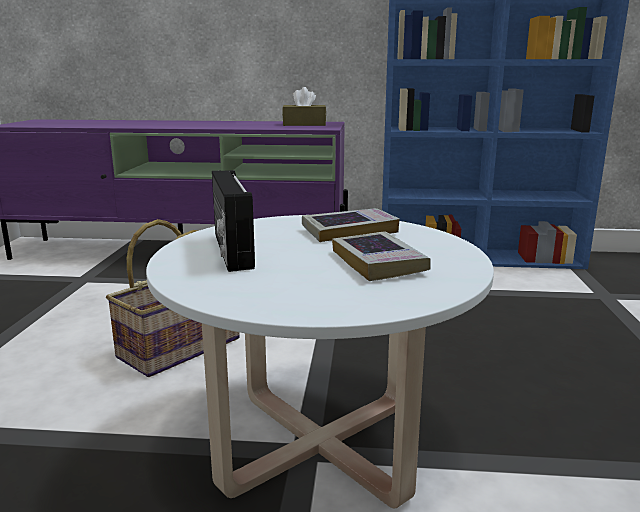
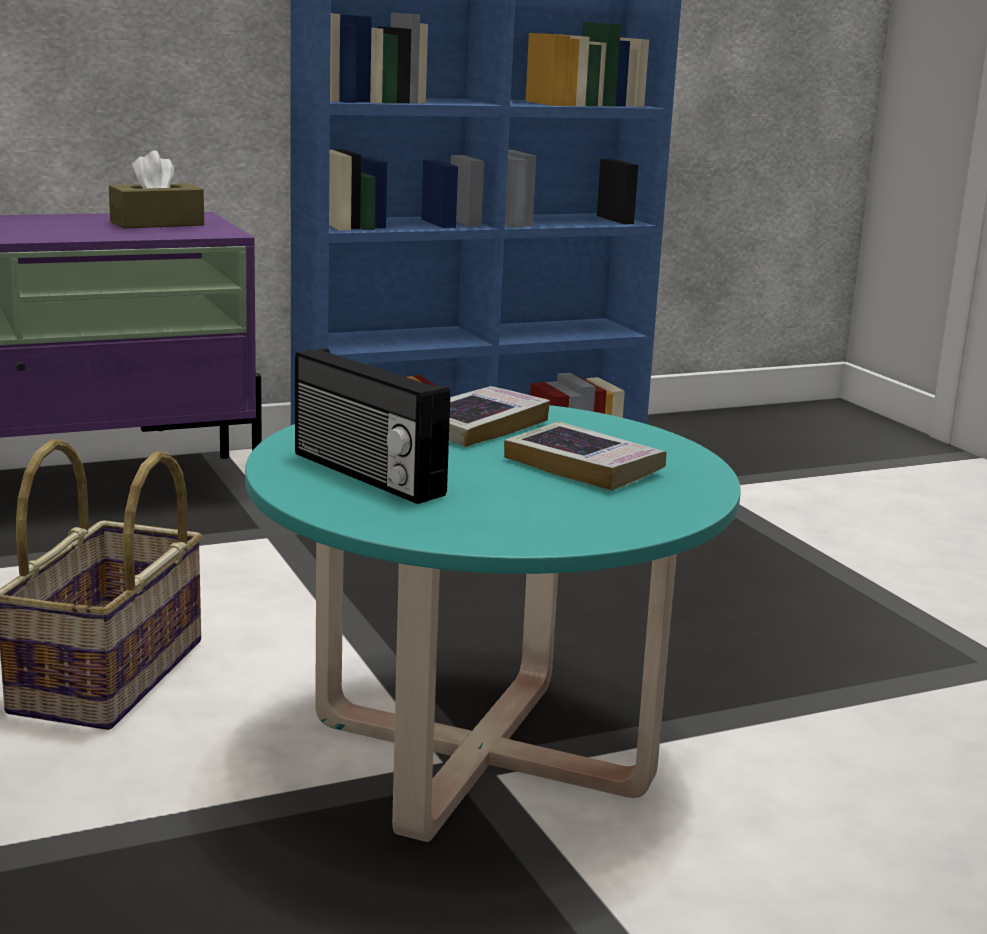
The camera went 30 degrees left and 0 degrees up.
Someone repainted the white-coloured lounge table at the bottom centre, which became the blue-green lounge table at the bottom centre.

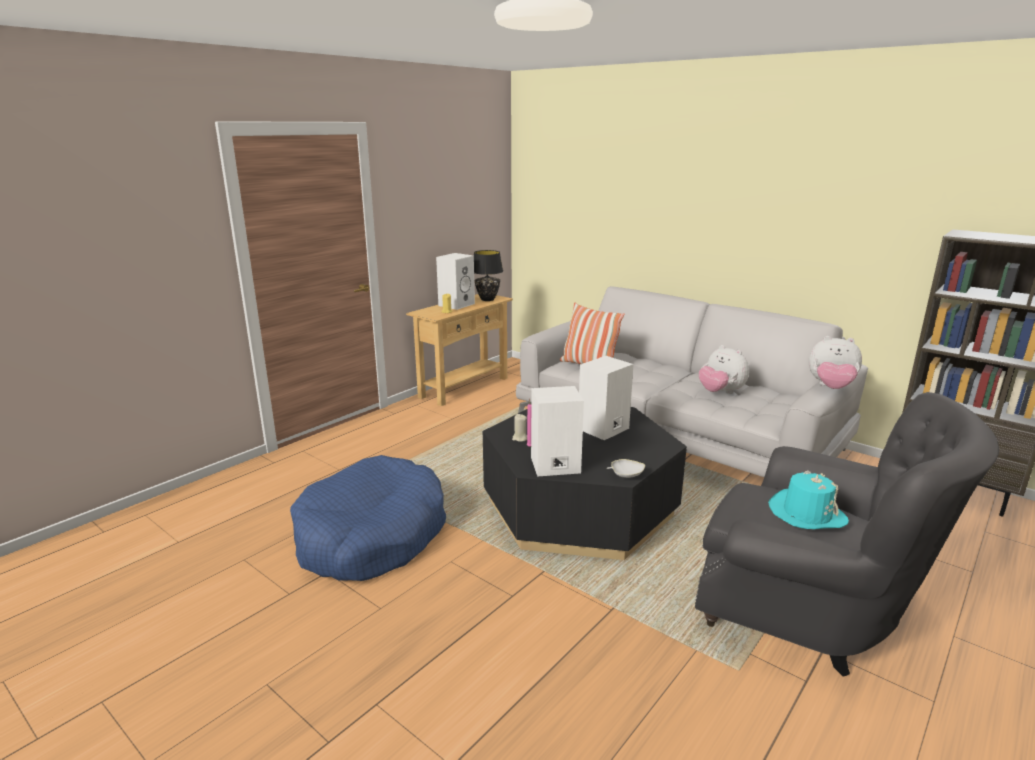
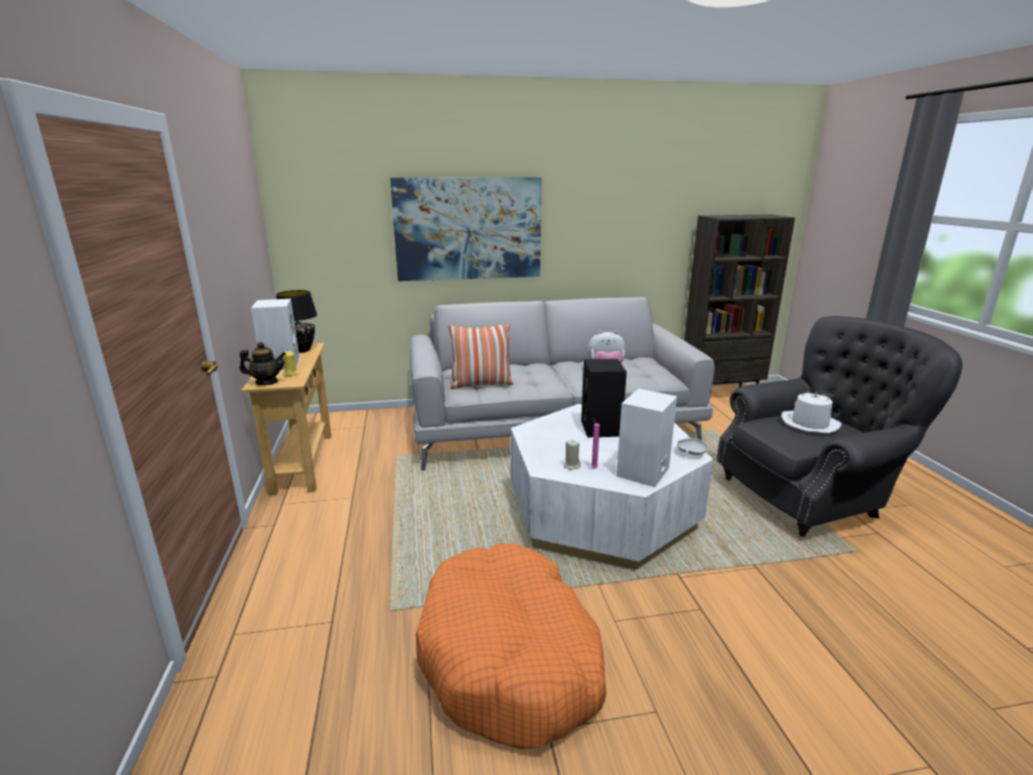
The camera went 50 degrees left and 0 degrees up.
Someone put down the tea pot at the middle left.
Someone put up the wall picture at the top centre.
Someone repainted the blue dog bed at the bottom centre, which became the orange dog bed at the bottom centre.
Someone repainted the black-coloured lounge table at the centre, which became the white-coloured lounge table at the centre.
Someone repainted the white-coloured audio speaker (no. 3 from left) at the centre, which became the black-coloured audio speaker at the centre.
Someone repainted the blue-green hat at the middle right, which became the white-coloured hat at the middle right.
Someone took away the cuddly toy (no. 2 from left) at the middle right.

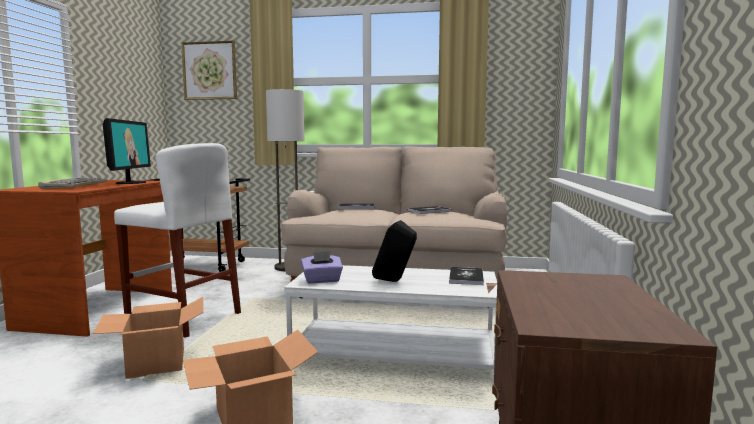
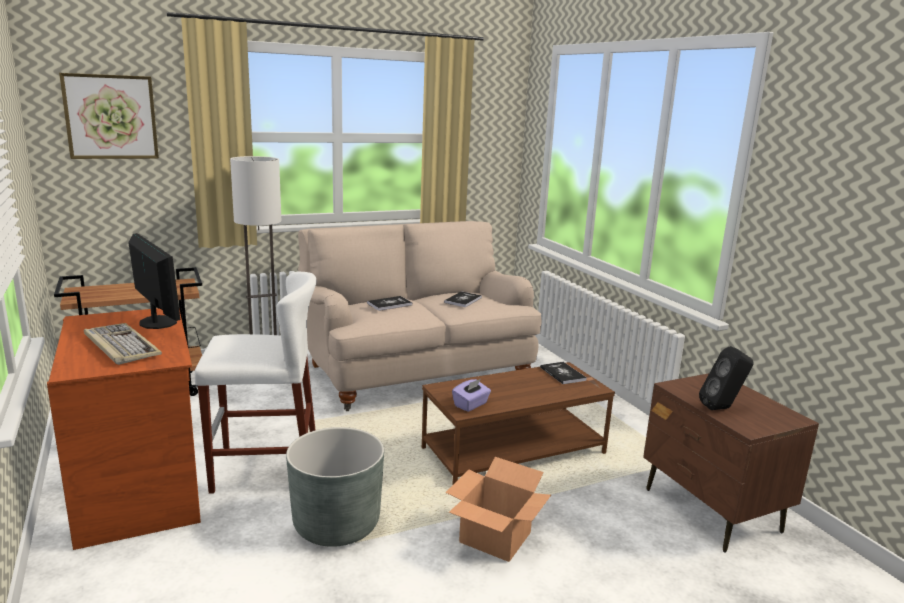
The camera went 35 degrees left and 10 degrees up.
Someone swapped the carton (no. 1 from left) at the bottom left for the gray planter at the bottom centre.
Someone repainted the white-coloured lounge table at the bottom centre, which became the brown lounge table at the bottom centre.
Someone carried the black-coloured audio speaker from the centre to the middle right.

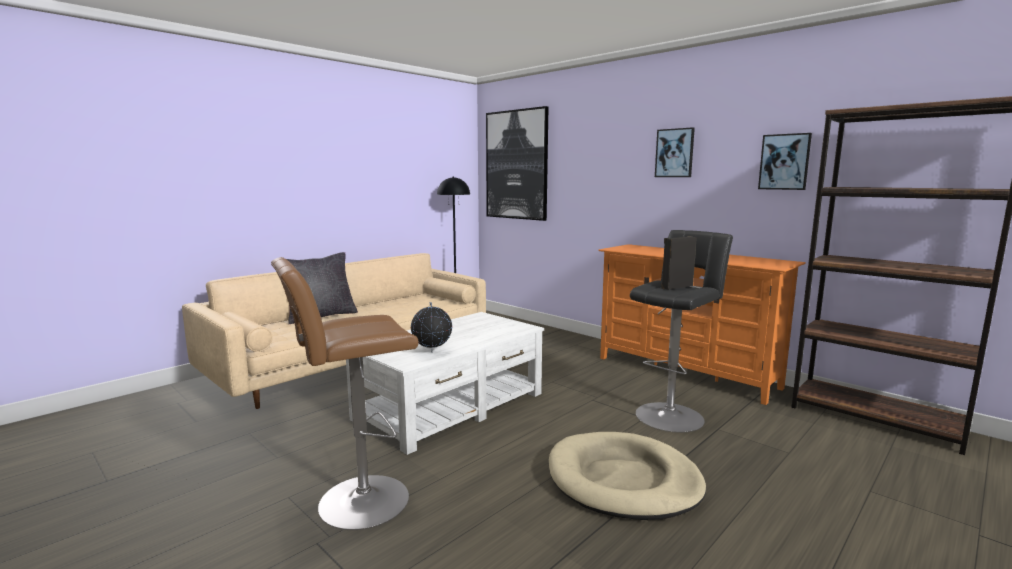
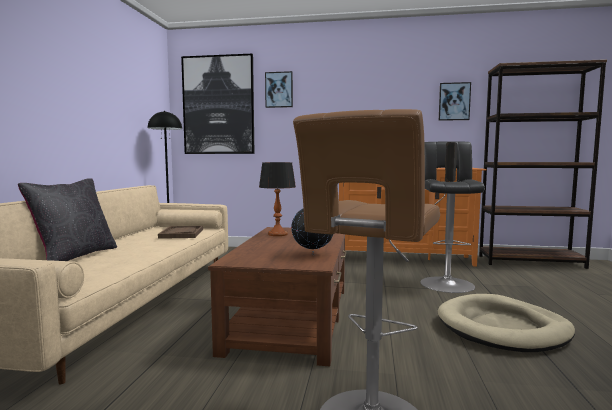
The camera went 35 degrees left and 5 degrees down.
Someone put down the brown tray at the middle left.
Someone repainted the white-coloured lounge table at the bottom centre, which became the brown lounge table at the bottom centre.
Someone put down the lamp for a table at the centre.
Someone carried the wall picture (no. 2 from left) from the top right to the top centre.

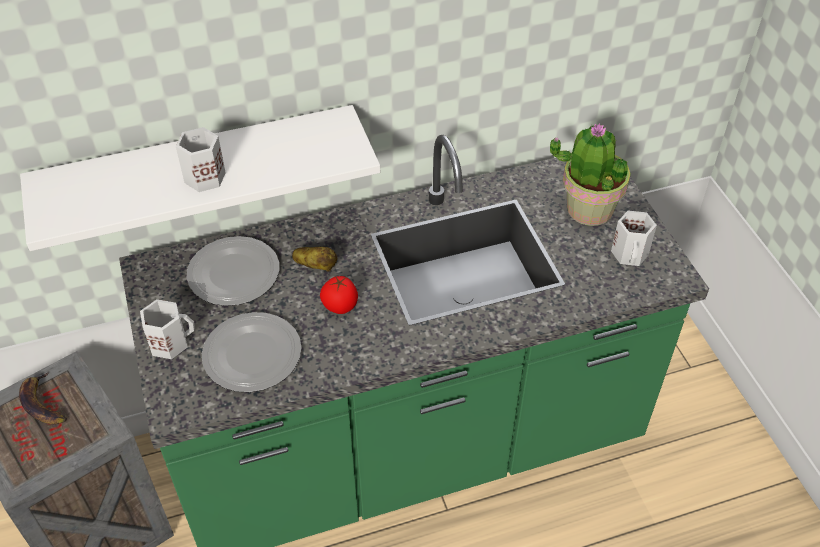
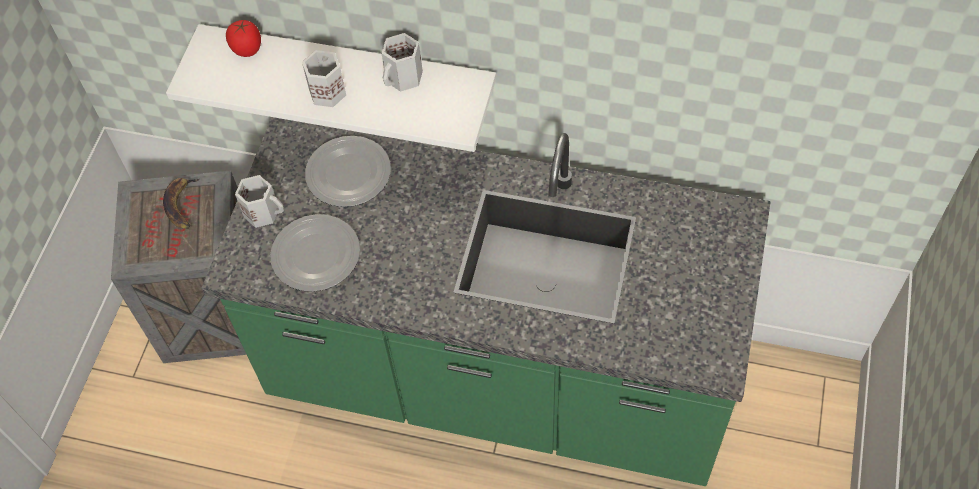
The camera went 35 degrees right and 10 degrees up.
Someone carried the fresh tomato from the centre to the top left.
Someone carried the white-coloured mug (no. 3 from left) from the middle right to the top centre.
Someone took away the potato at the centre.
Someone took away the plant in a pot at the top right.

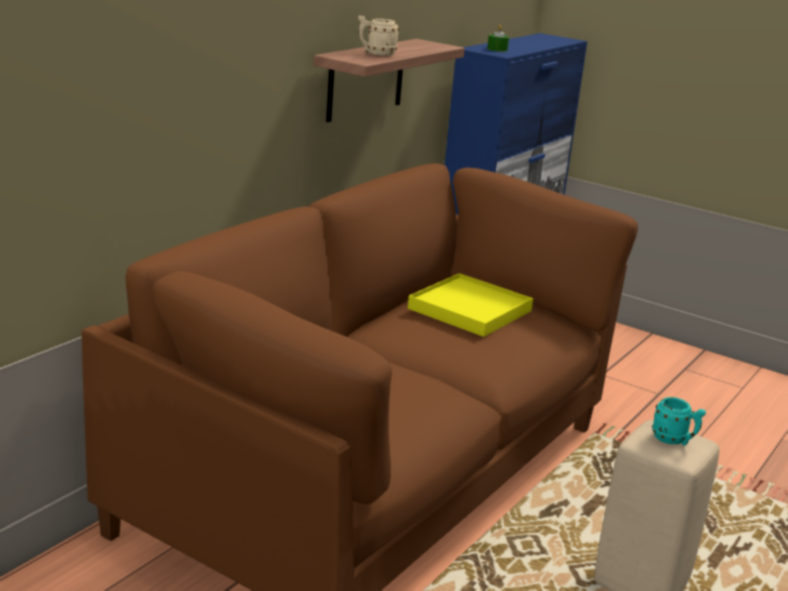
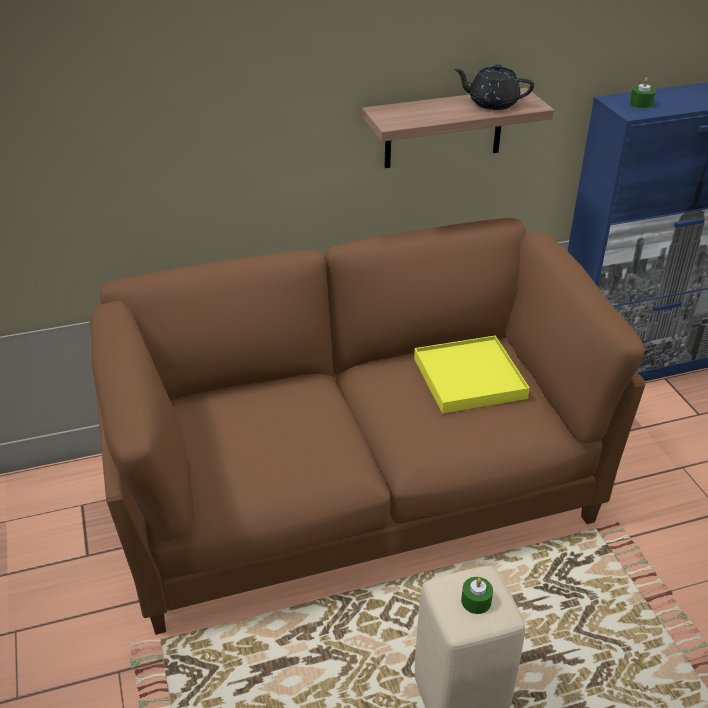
The camera went 40 degrees right and 15 degrees up.
Someone put down the black-coloured tea pot at the top right.
Someone swapped the blue-green mug at the bottom right for the green-coloured candle (no. 1 from left) at the bottom right.
Someone took away the beige-coloured mug at the top centre.

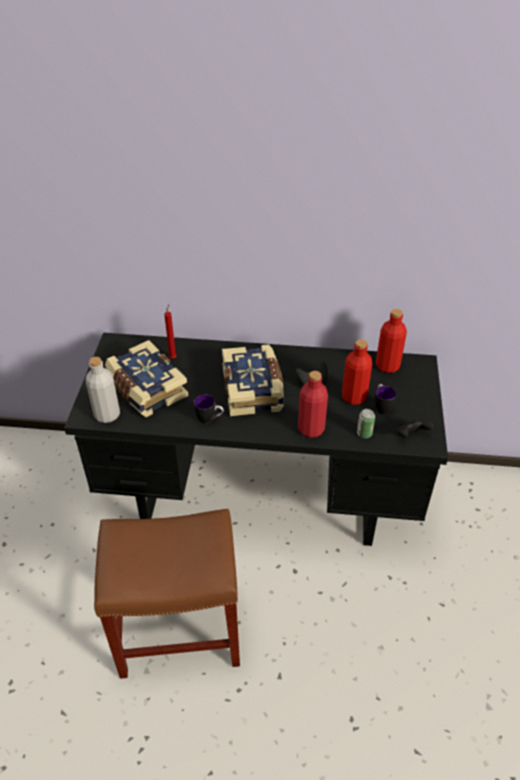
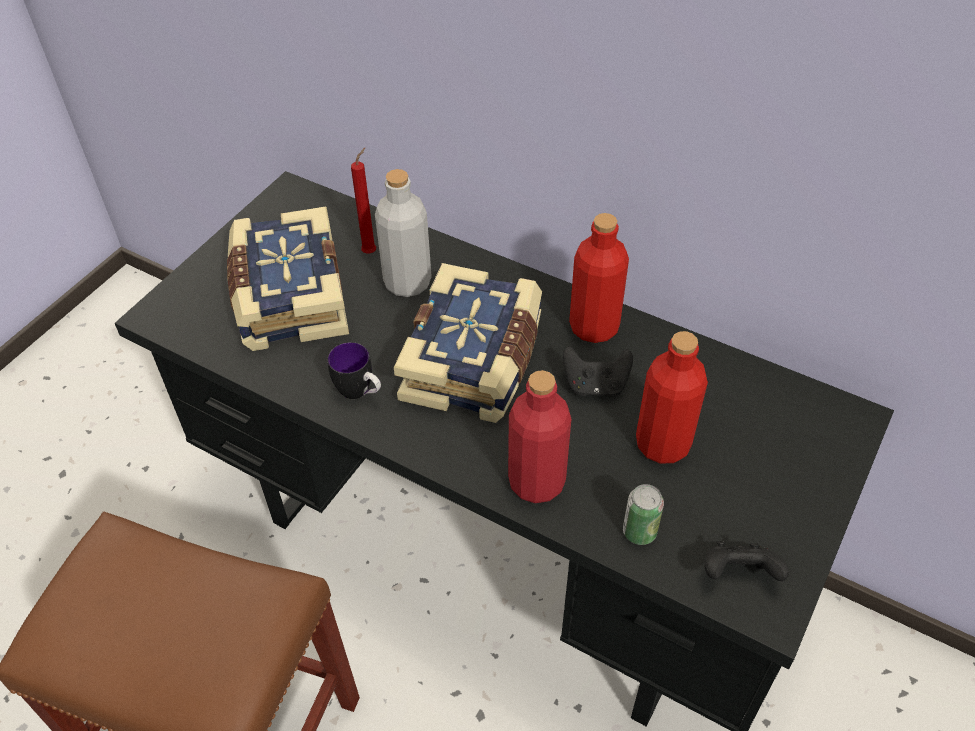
The camera went 25 degrees right and 5 degrees up.
Someone carried the gray bottle from the middle left to the top centre.
Someone carried the red-coloured bottle (no. 3 from left in the first image) from the middle right to the centre.
Someone took away the mug (no. 2 from left) at the middle right.

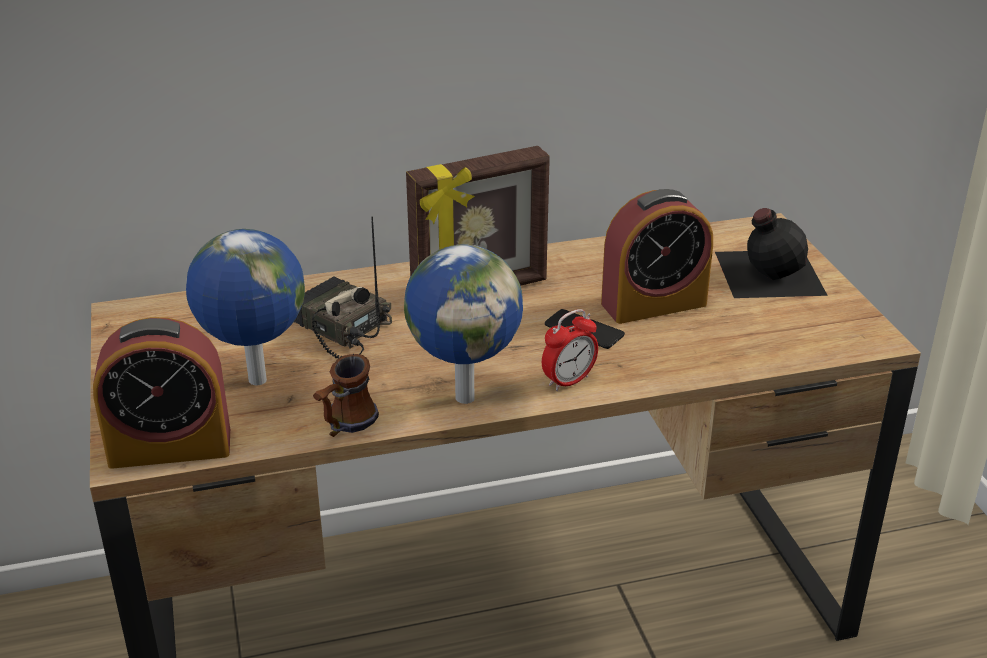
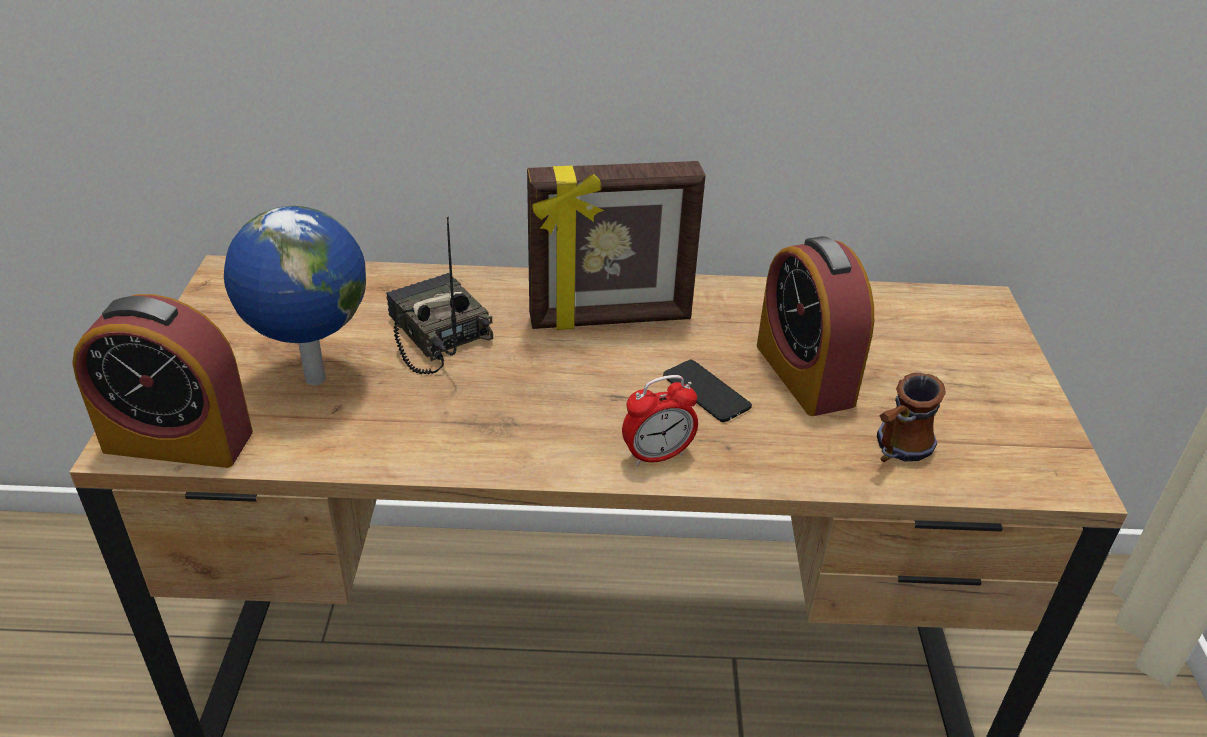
The camera went 15 degrees right and 5 degrees up.
Someone rotated the table clock (no. 3 from left) at the centre by 75 degrees clockwise.
Someone carried the mug from the centre to the middle right.
Someone took away the desk globe (no. 2 from left) at the centre.
Someone took away the black-coloured bottle at the middle right.

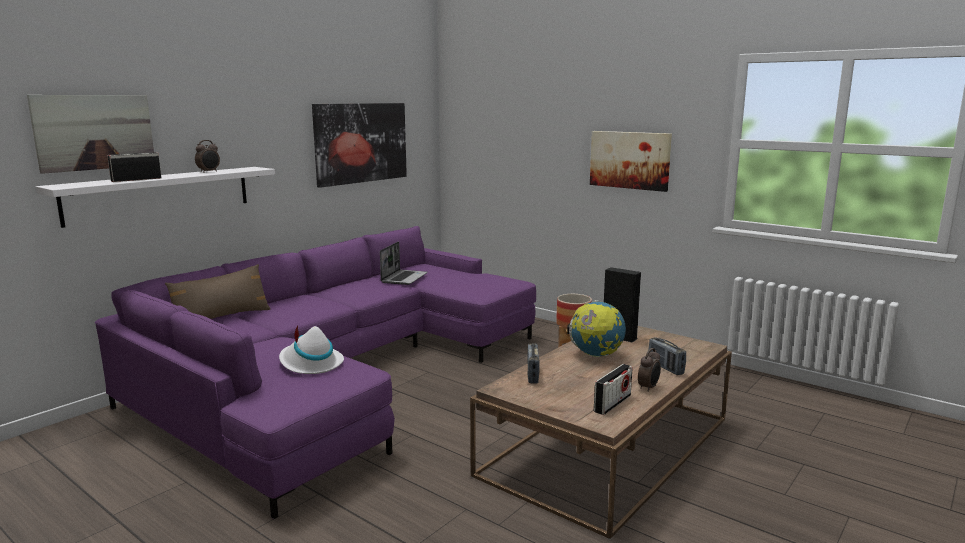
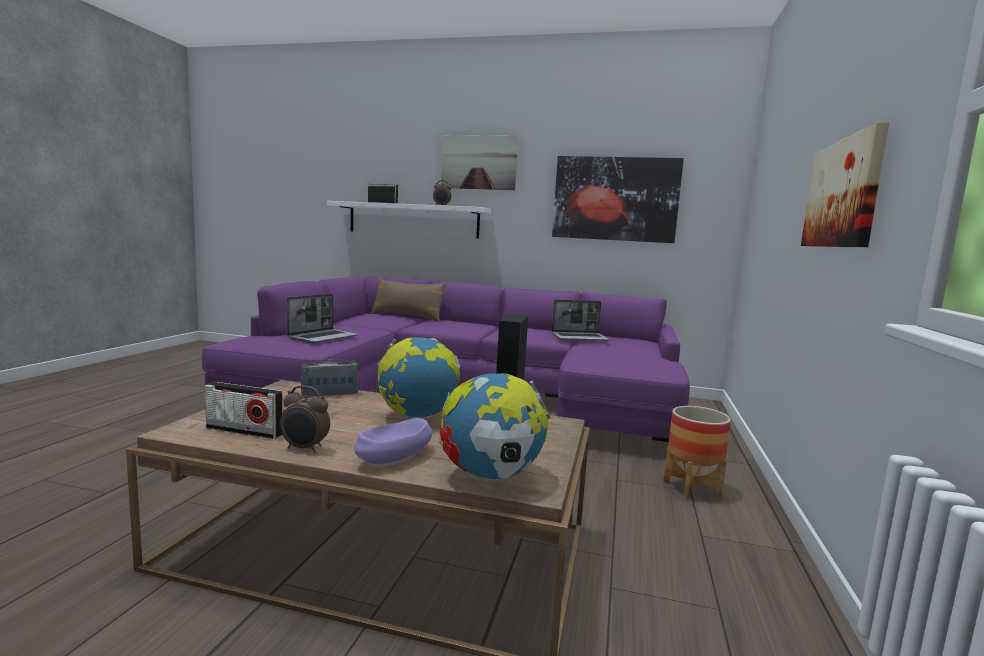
The camera went 65 degrees right and 5 degrees down.
Someone swapped the white-coloured hat at the middle left for the laptop (no. 1 from left) at the middle left.
Someone swapped the radio (no. 4 from left) at the middle right for the purplish bowl at the bottom centre.
Someone put down the desk globe (no. 2 from left) at the centre.
Someone carried the wall picture (no. 1 from left) from the top left to the top centre.

